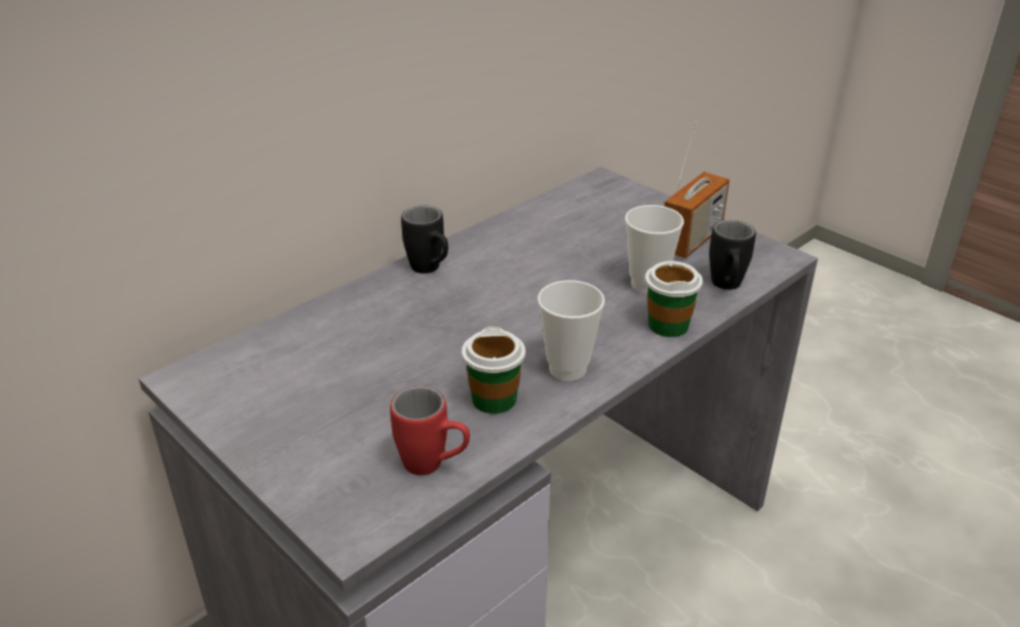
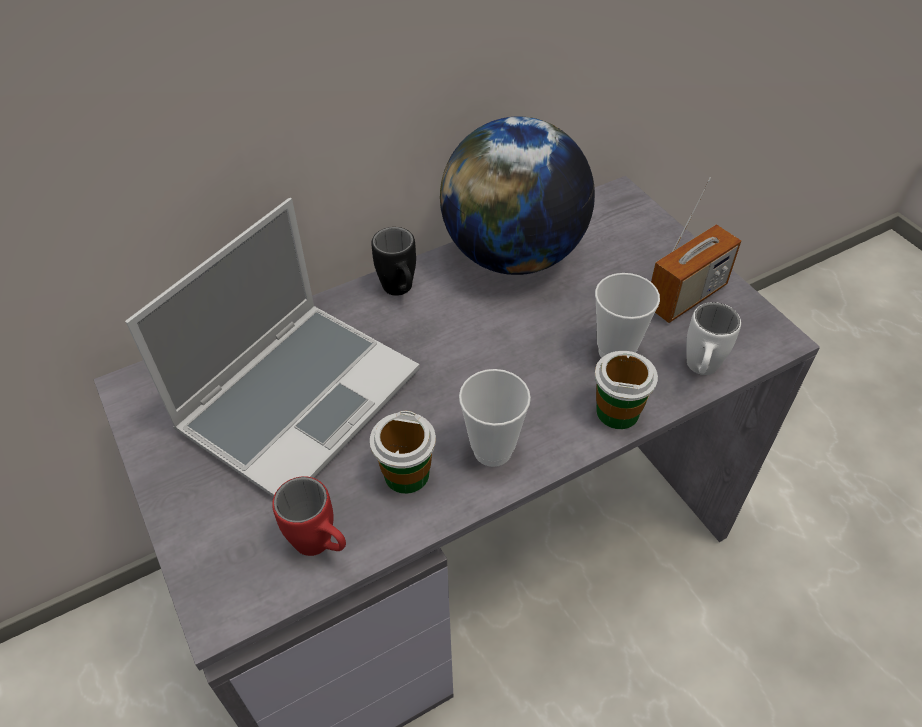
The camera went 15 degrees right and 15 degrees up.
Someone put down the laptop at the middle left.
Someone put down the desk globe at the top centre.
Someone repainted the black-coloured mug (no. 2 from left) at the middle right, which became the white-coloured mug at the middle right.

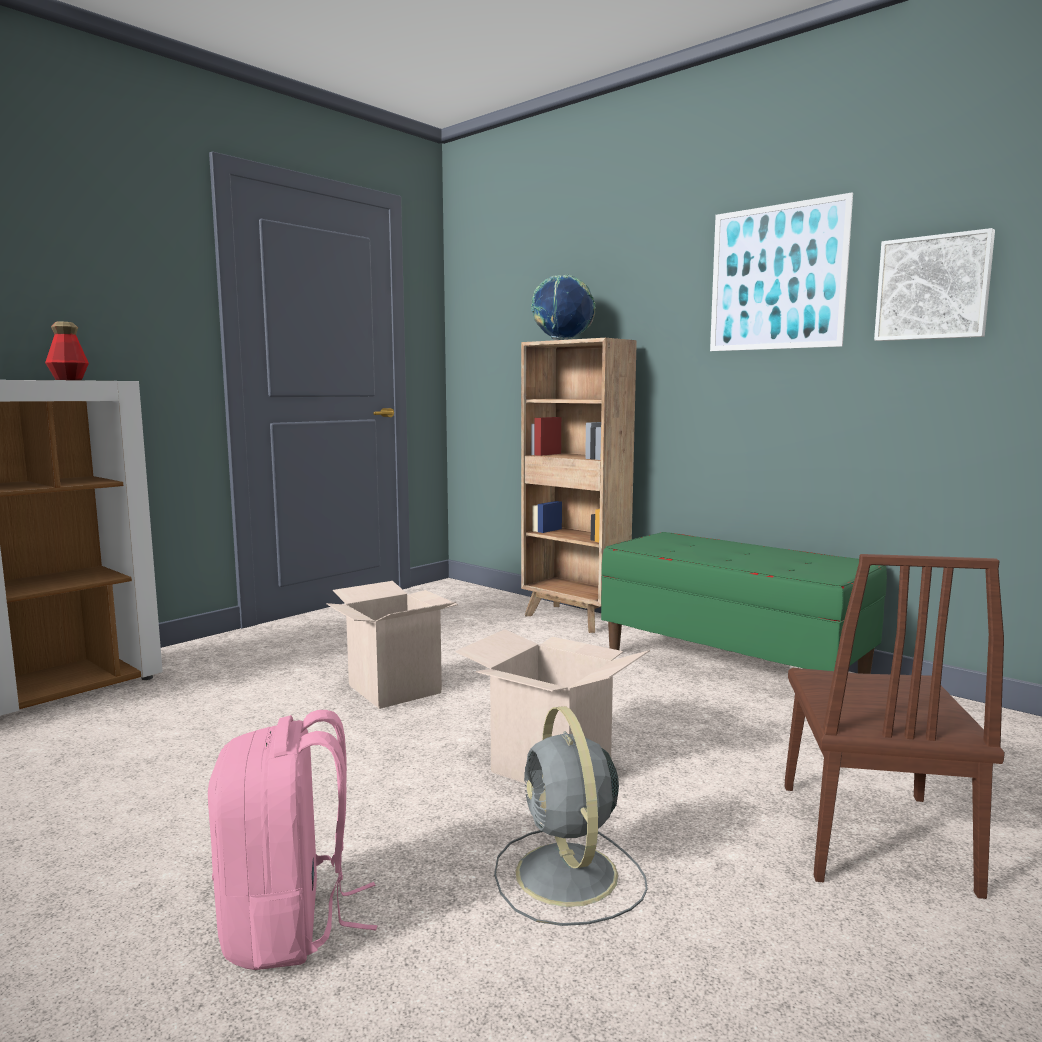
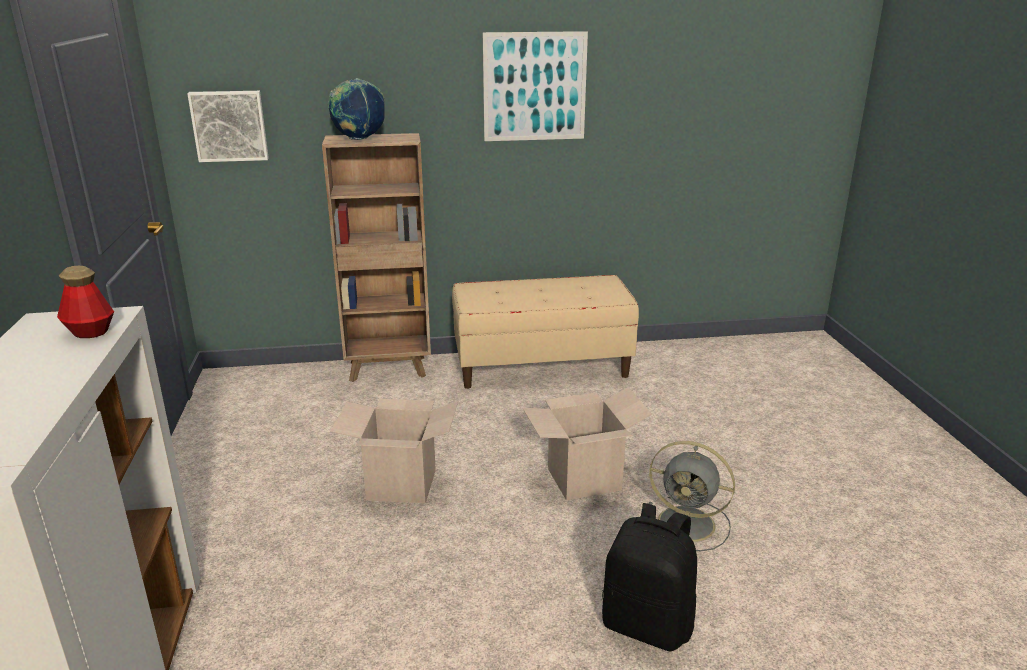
The camera went 50 degrees left and 15 degrees up.
Someone carried the wall picture (no. 2 from left in the first image) from the top right to the top left.
Someone repainted the green-coloured long seat at the middle right, which became the beige-coloured long seat at the centre.
Someone repainted the pink knapsack at the bottom left, which became the black-coloured knapsack at the bottom centre.
Someone took away the brown upright chair at the bottom right.

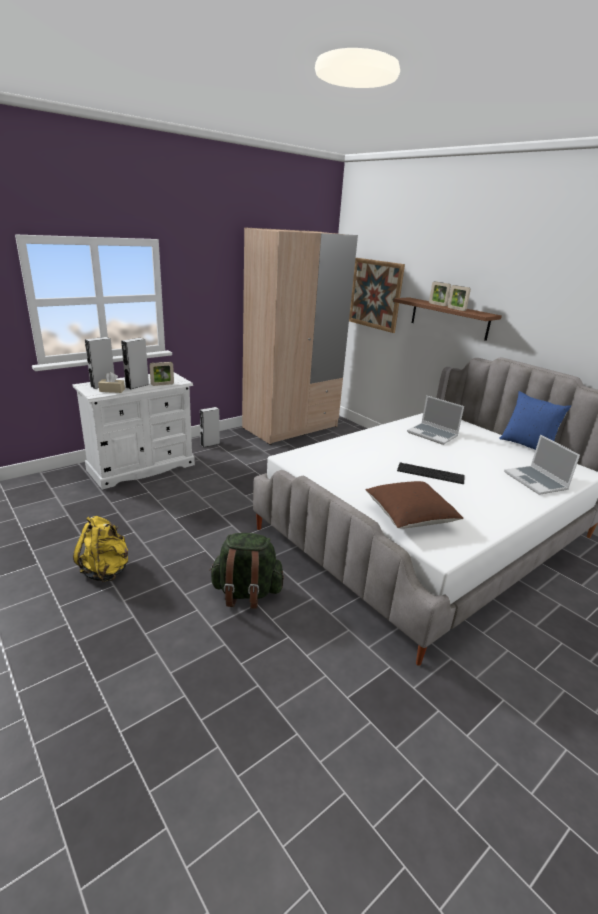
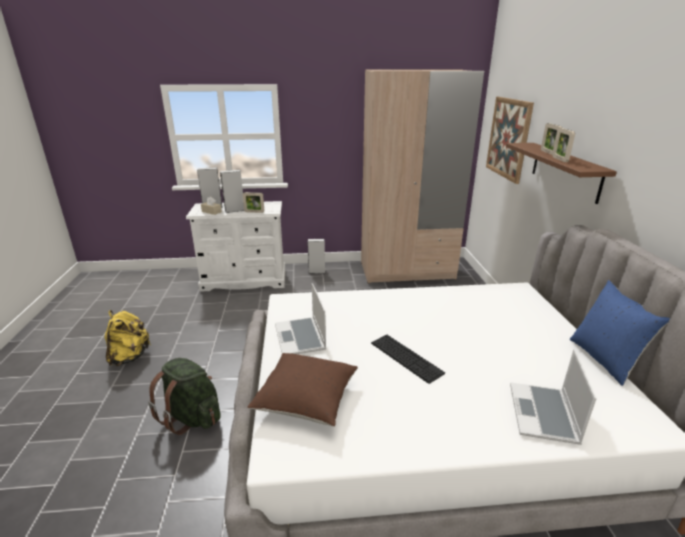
The camera went 35 degrees right and 0 degrees up.
Someone carried the laptop (no. 1 from left) from the middle right to the centre.

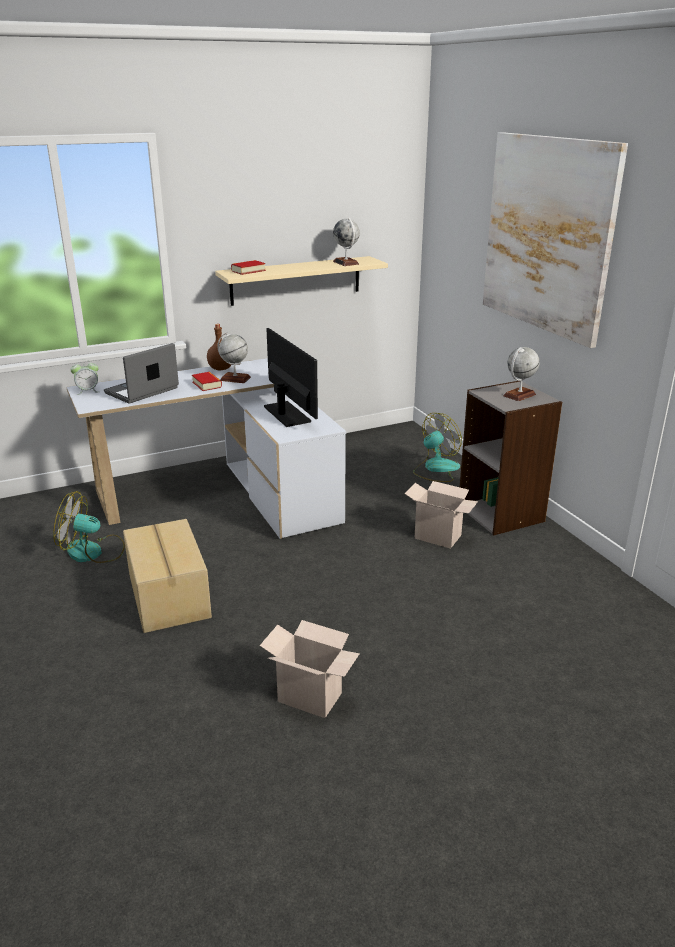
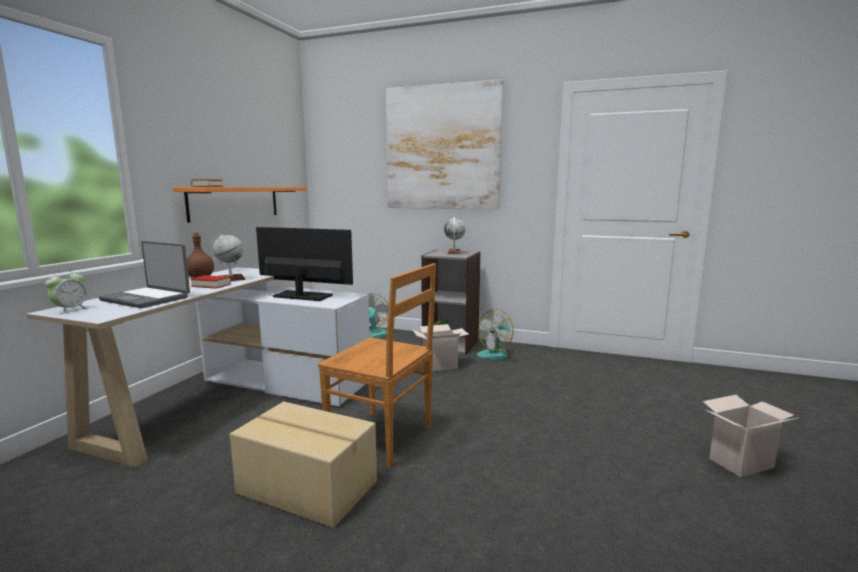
The camera went 45 degrees left and 15 degrees down.
Someone rotated the laptop at the middle left by 60 degrees counterclockwise.
Someone repainted the beige-coloured shelf at the top centre, which became the orange shelf at the middle left.
Someone put down the brown upright chair at the centre.
Someone carried the electric fan (no. 1 from left in the first image) from the middle left to the centre.
Someone carried the carton (no. 2 from left in the first image) from the bottom centre to the bottom right.
Someone took away the desk globe (no. 2 from left) at the top centre.

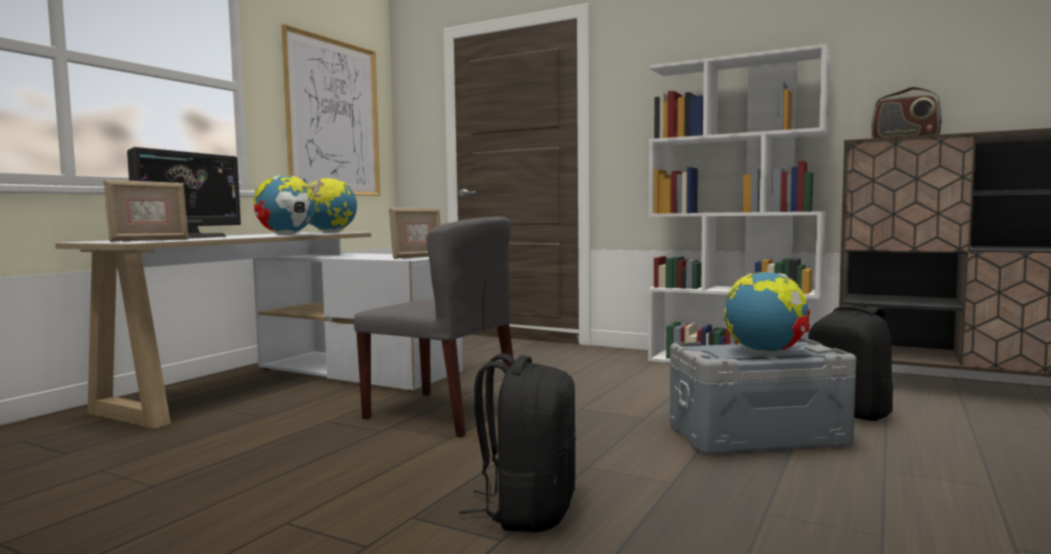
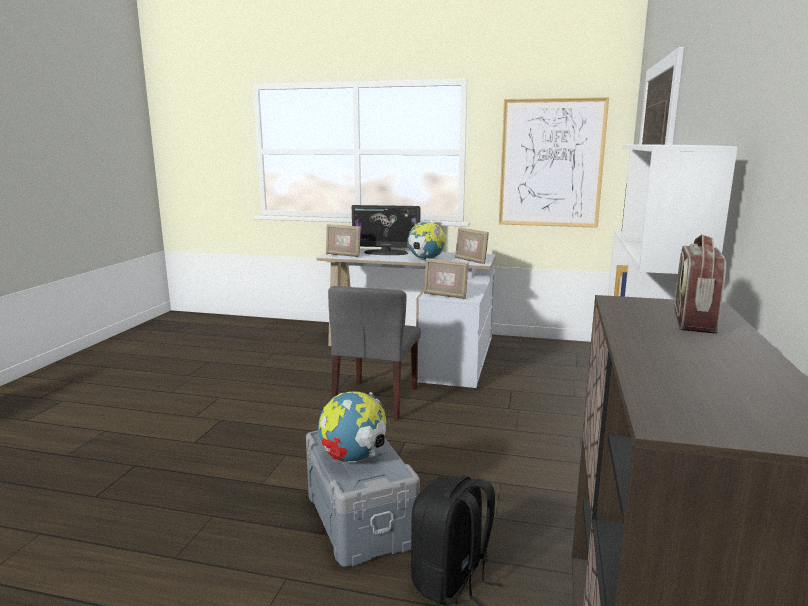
The camera went 75 degrees right and 10 degrees up.
Someone swapped the desk globe (no. 2 from left) at the middle left for the standing frame (no. 3 from left) at the centre.
Someone took away the black-coloured knapsack (no. 1 from left) at the bottom centre.

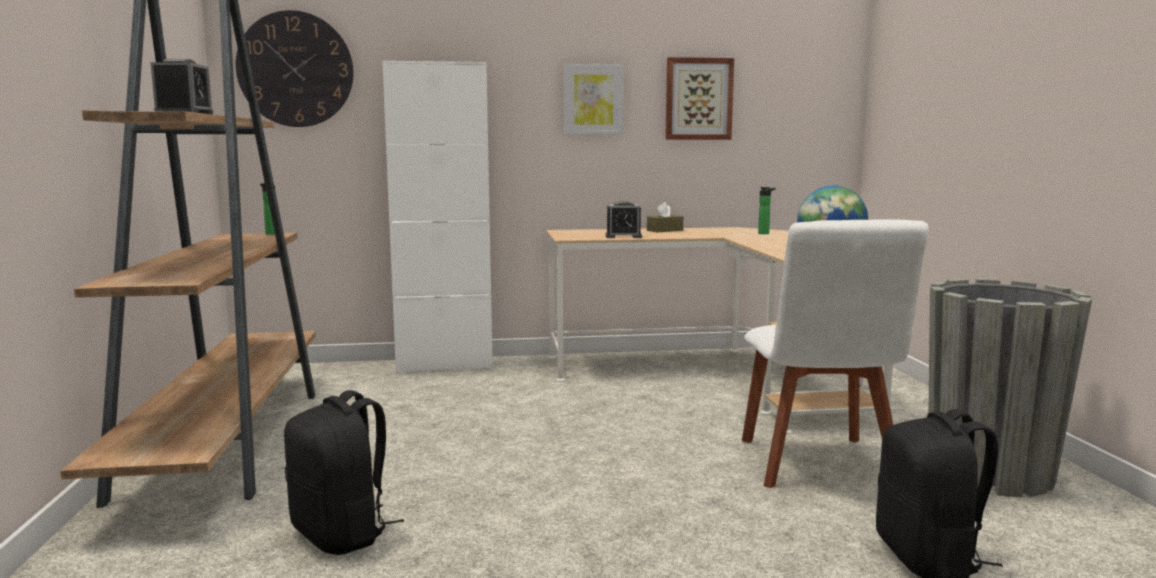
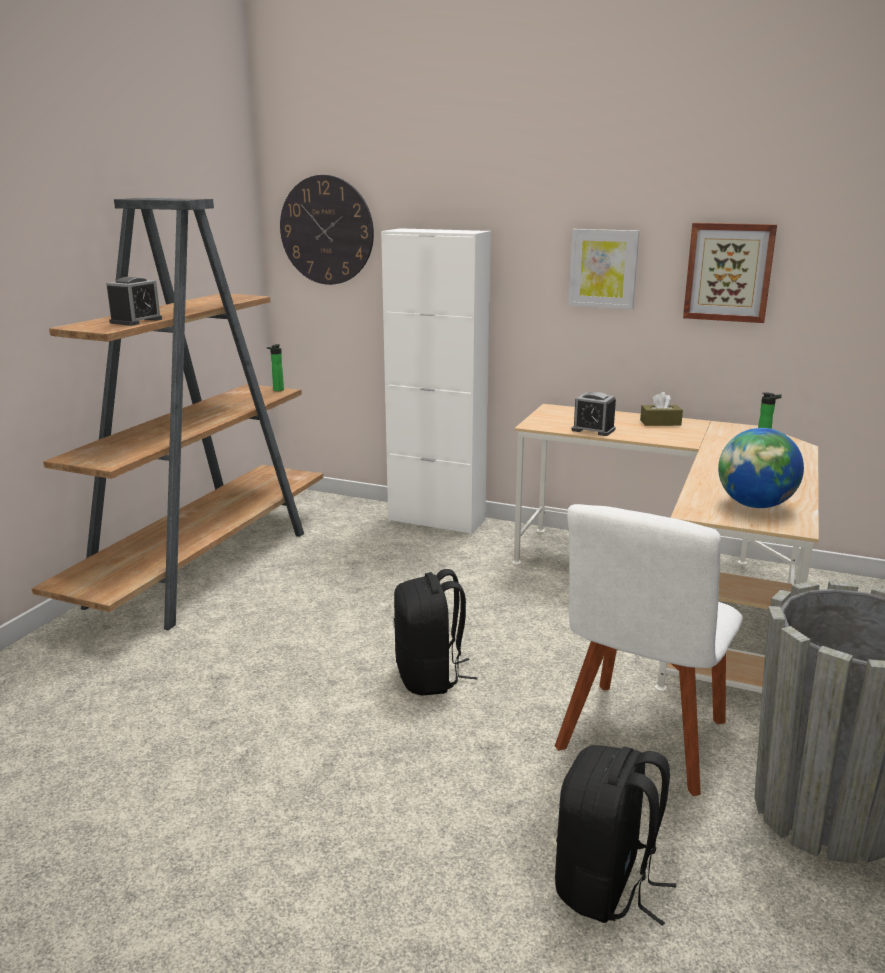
The camera went 30 degrees right and 10 degrees up.
Someone carried the black-coloured knapsack (no. 1 from left) from the bottom left to the centre.

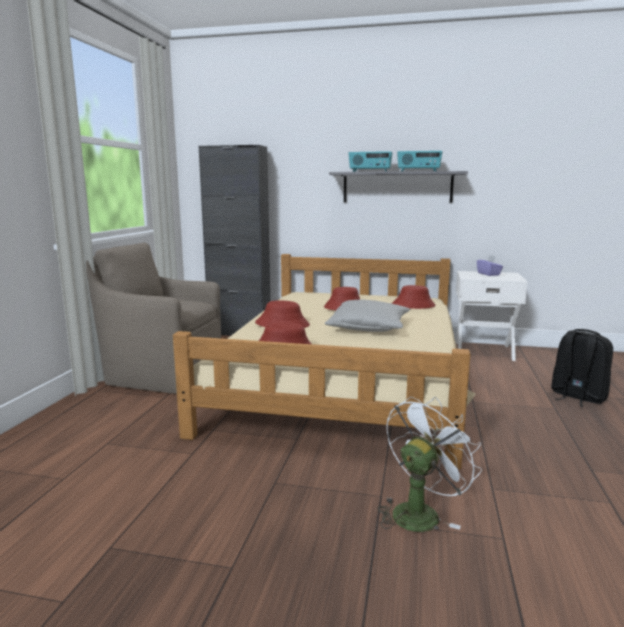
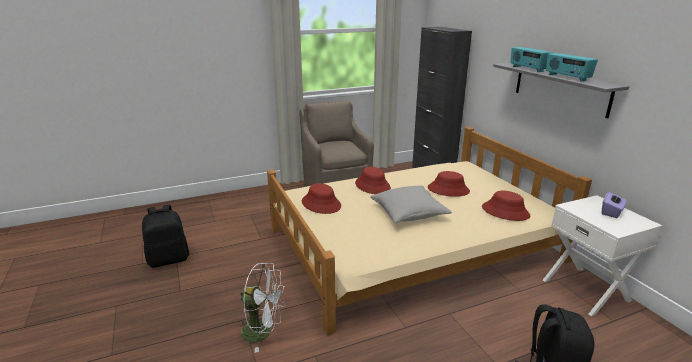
The camera went 55 degrees right and 10 degrees up.
Someone put down the black-coloured knapsack (no. 1 from left) at the middle left.

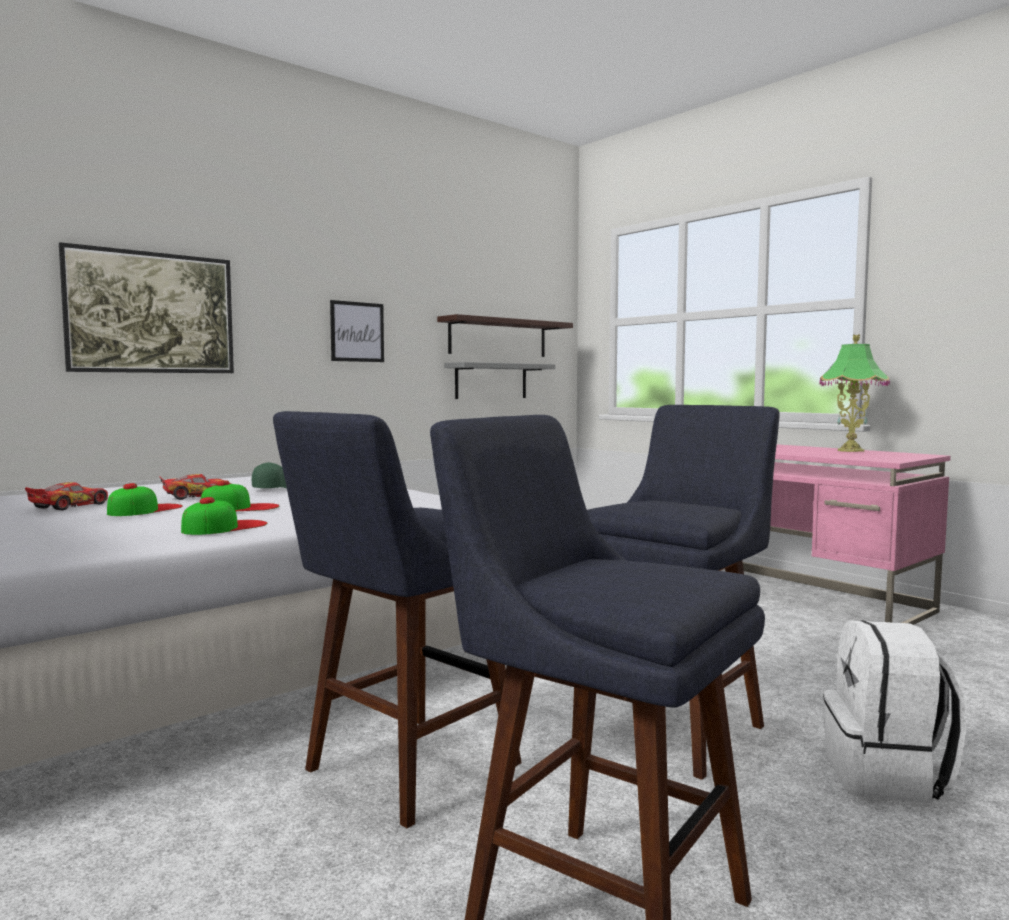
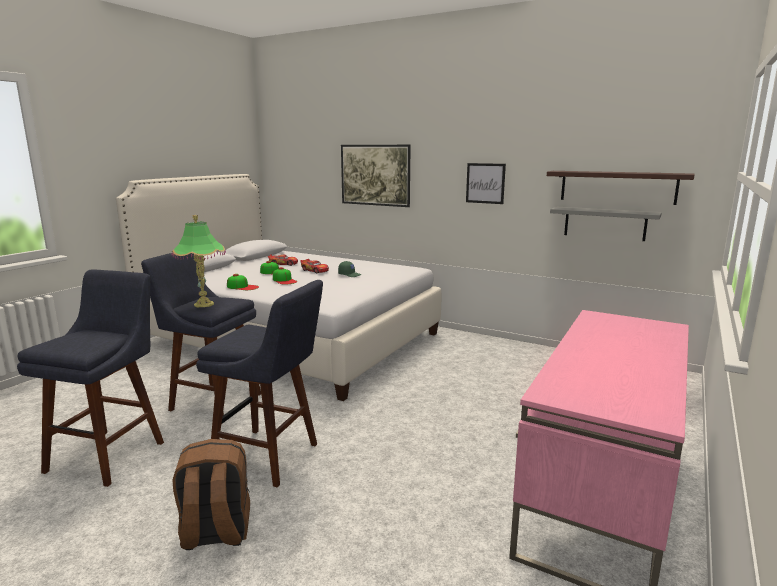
The camera went 70 degrees right and 10 degrees up.
Someone carried the lamp for a table from the middle right to the middle left.
Someone repainted the white-coloured knapsack at the bottom right, which became the brown knapsack at the bottom left.

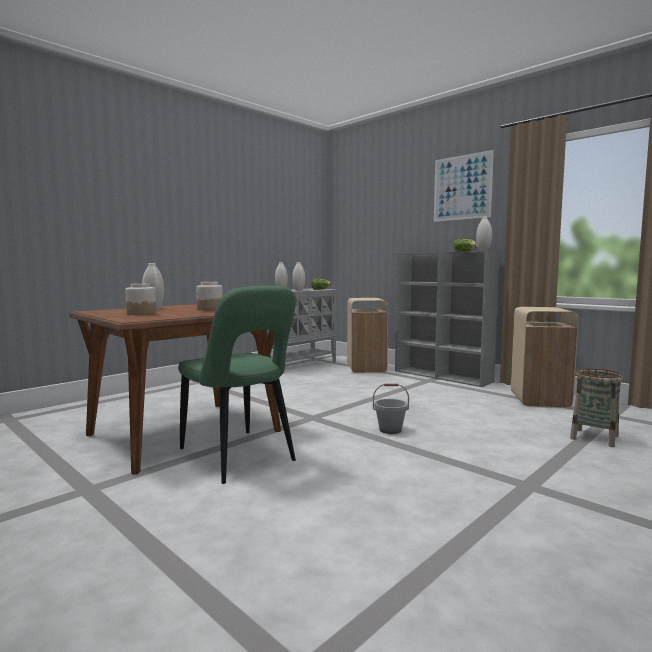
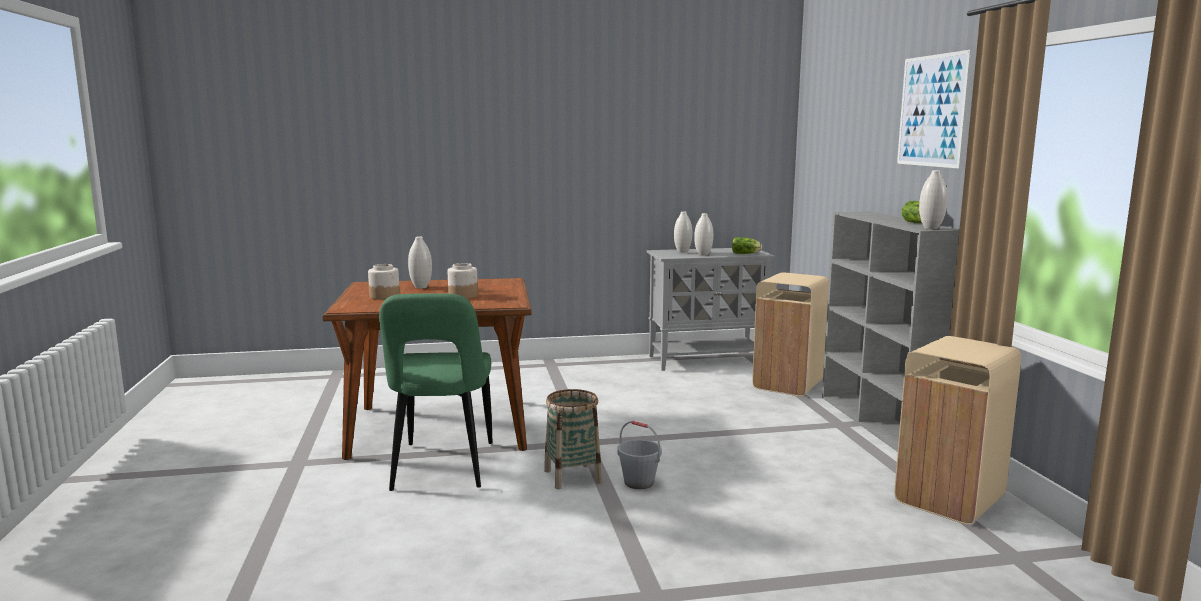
The camera went 35 degrees right and 5 degrees up.
Someone carried the basket from the middle right to the bottom centre.

